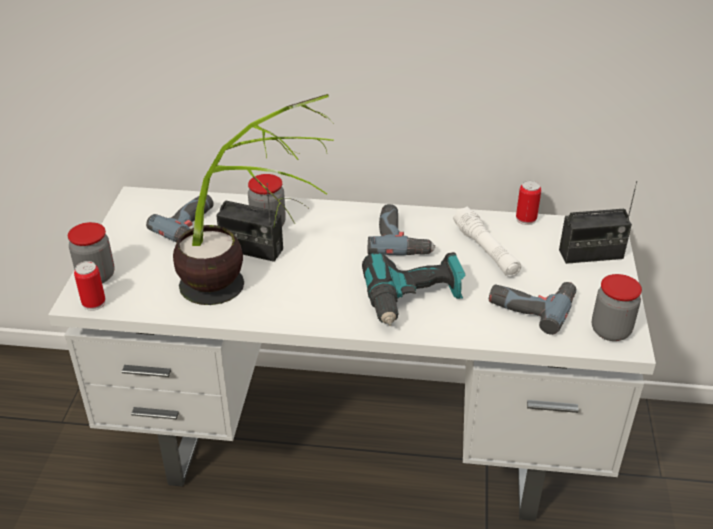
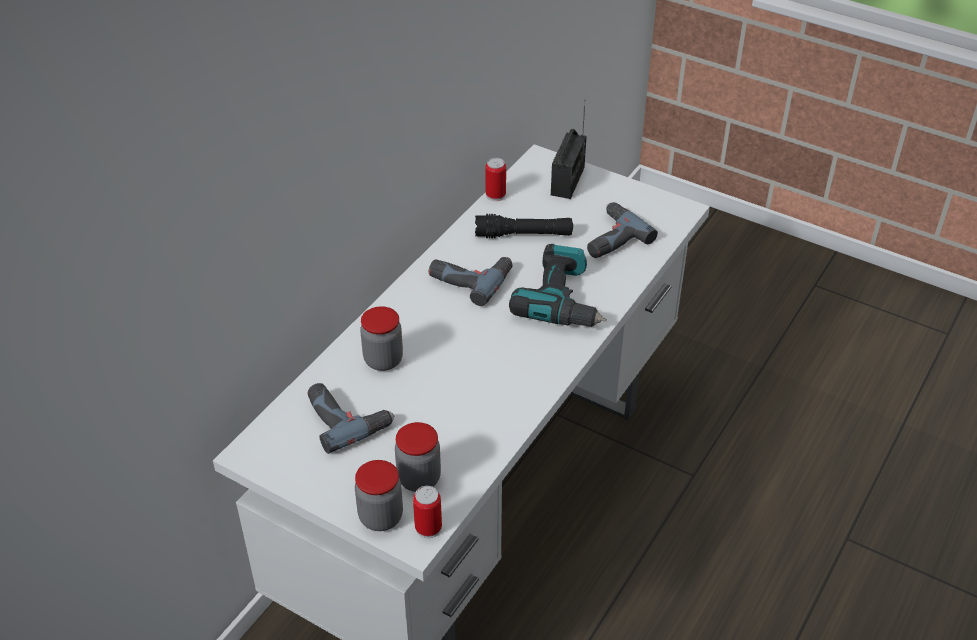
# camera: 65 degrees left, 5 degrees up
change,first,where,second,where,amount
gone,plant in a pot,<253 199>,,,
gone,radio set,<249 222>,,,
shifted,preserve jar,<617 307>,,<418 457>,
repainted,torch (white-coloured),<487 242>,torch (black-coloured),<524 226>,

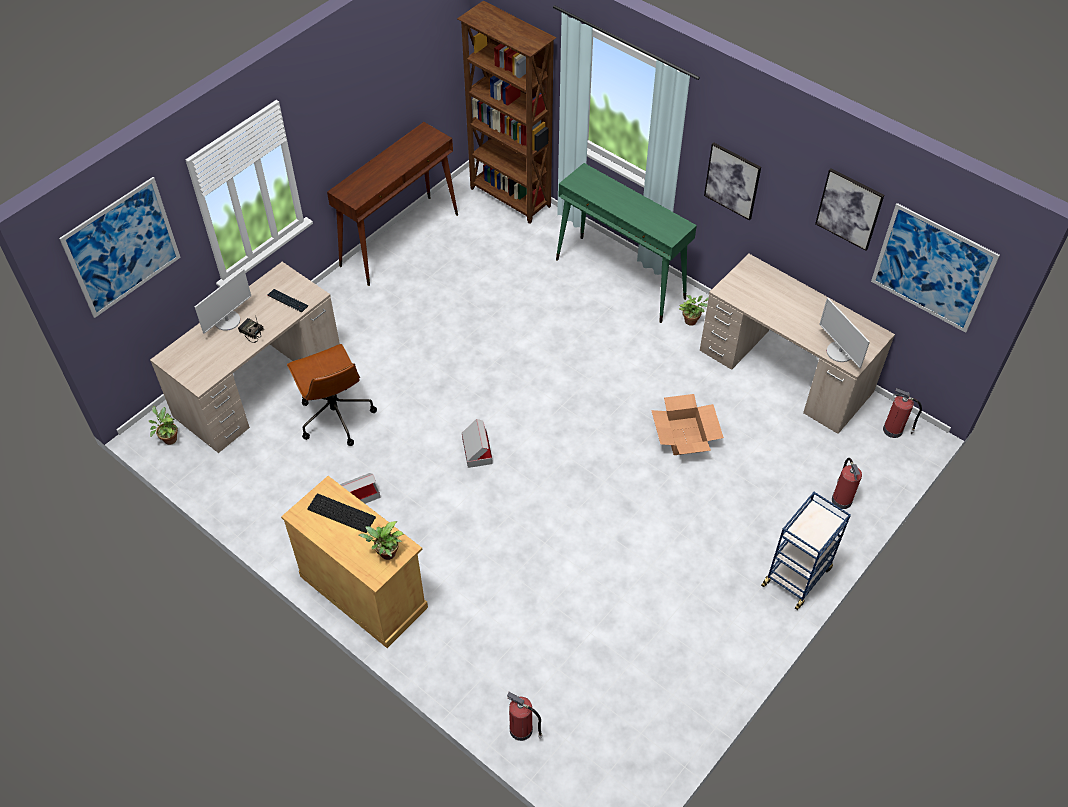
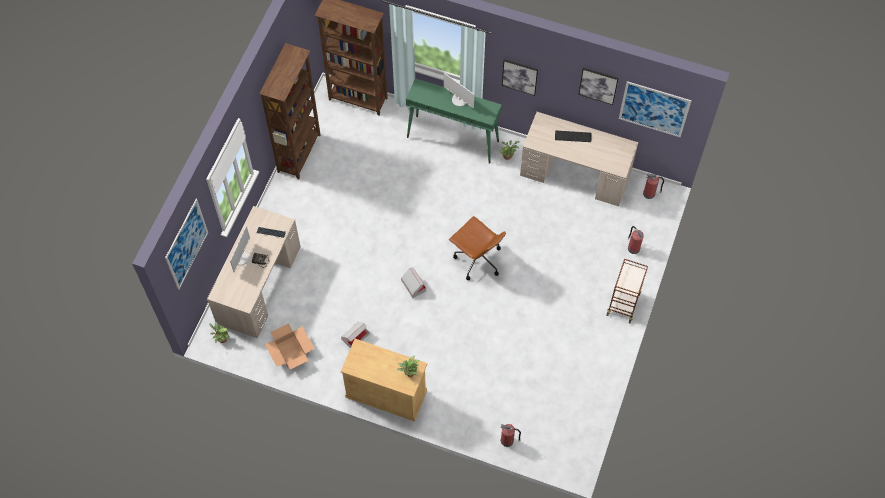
# camera: 20 degrees left, 10 degrees up
change,first,where,second,where,amount
shifted,office chair (brown),<332 395>,,<477 248>,
shifted,keyboard,<341 513>,,<573 136>,
shifted,cardboard box,<687 424>,,<290 346>,
shifted,monitor,<844 333>,,<459 90>,
swapped,narrow table (brown),<392 204>,bookcase (brown),<290 111>,
repainted,wheeled cart (blue),<806 551>,wheeled cart (brown),<627 291>,

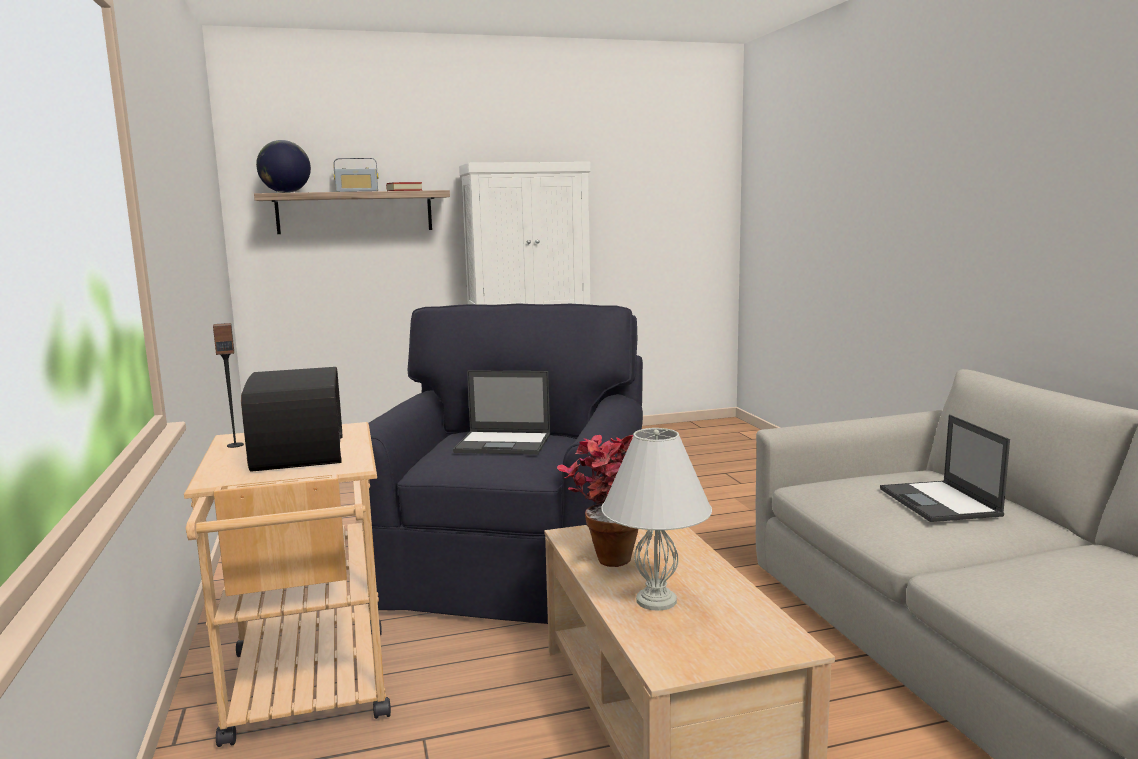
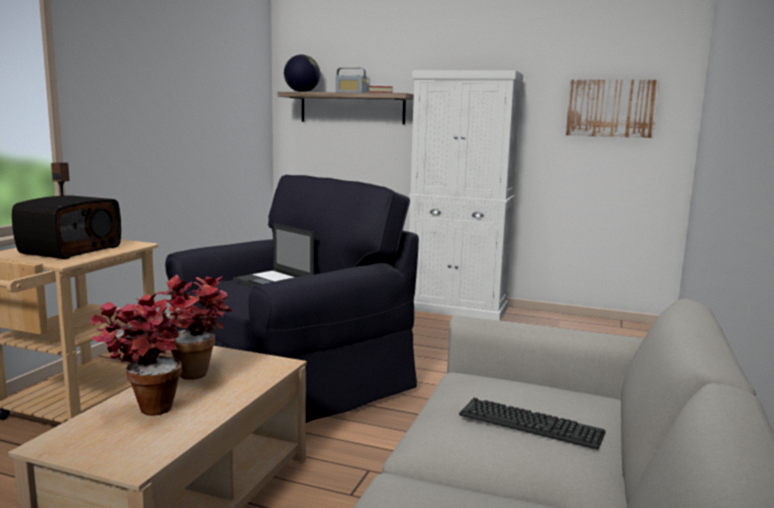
# camera: 35 degrees right, 0 degrees up
change,first,where,second,where,amount
new,,,wall art,<613 109>,
swapped,lamp for a table (white-coloured),<656 519>,plant in a pot,<144 355>,
swapped,notebook computer,<945 468>,keyboard,<532 424>,

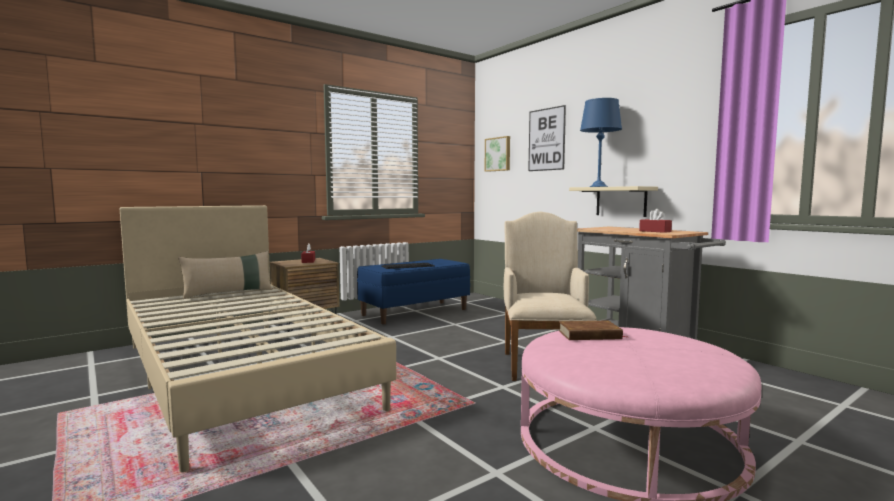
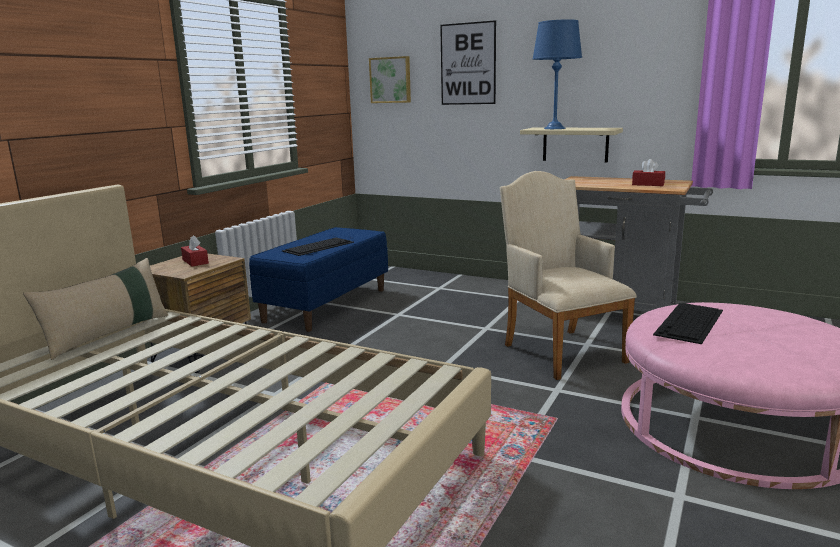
# camera: 25 degrees left, 10 degrees up
change,first,where,second,where,amount
swapped,book (brown),<593 330>,keyboard,<688 323>,

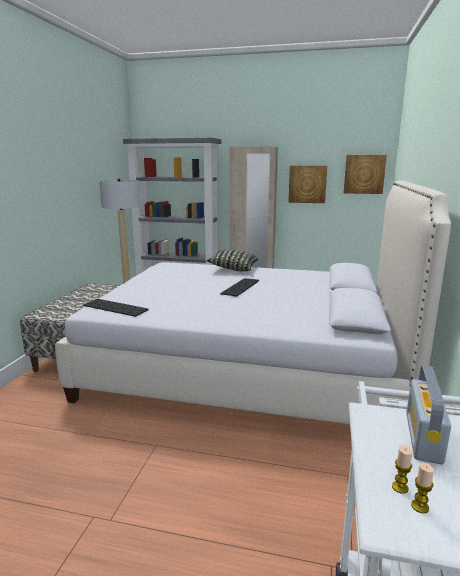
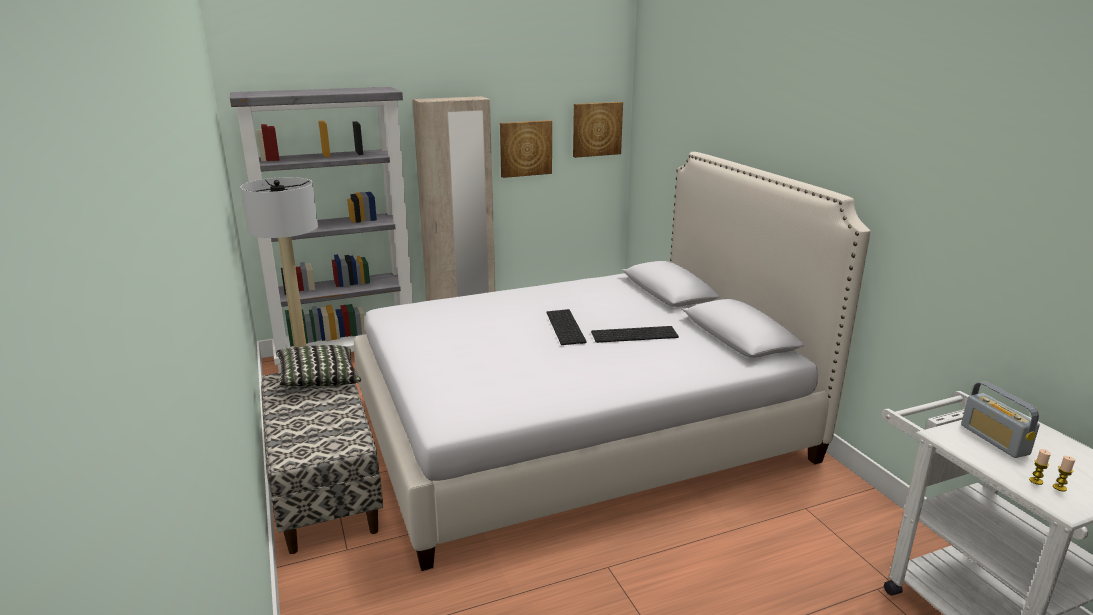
# camera: 35 degrees left, 5 degrees up
change,first,where,second,where,amount
shifted,keyboard,<116 308>,,<635 334>,
shifted,pillow,<232 260>,,<318 366>,

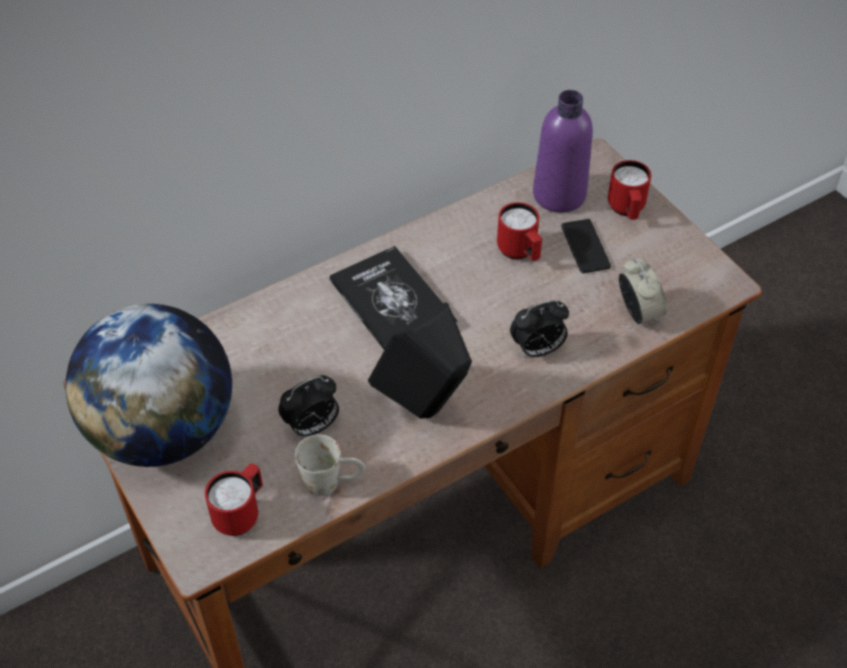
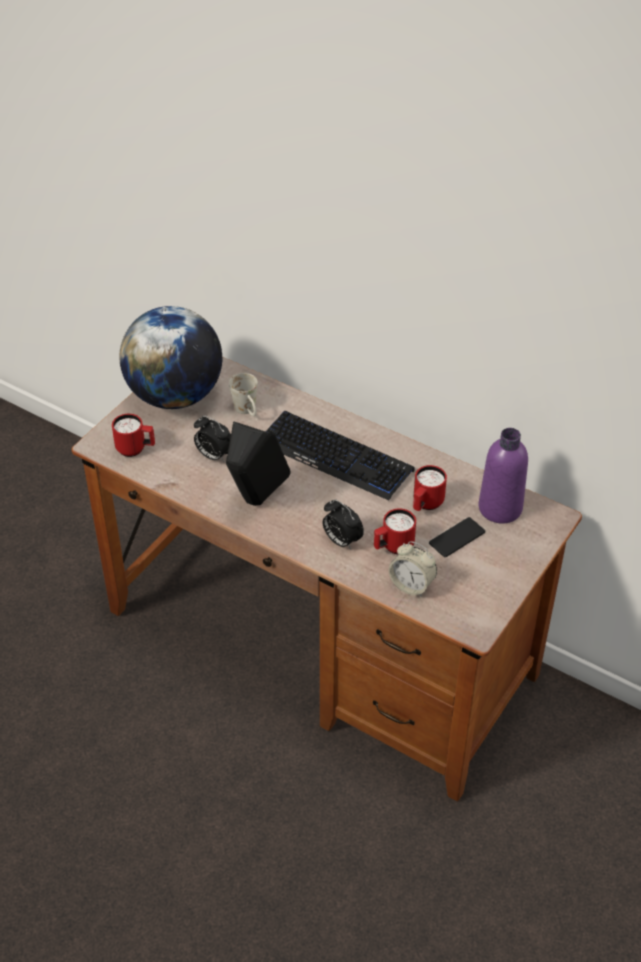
# camera: 65 degrees right, 5 degrees down
change,first,where,second,where,amount
shifted,tea mug (white-coloured),<330 465>,,<243 394>,
shifted,tea mug (red),<629 190>,,<395 531>,
swapped,book,<394 298>,keyboard,<340 455>,
rotated,bedside clock,<643 291>,,<413 569>,75 degrees clockwise

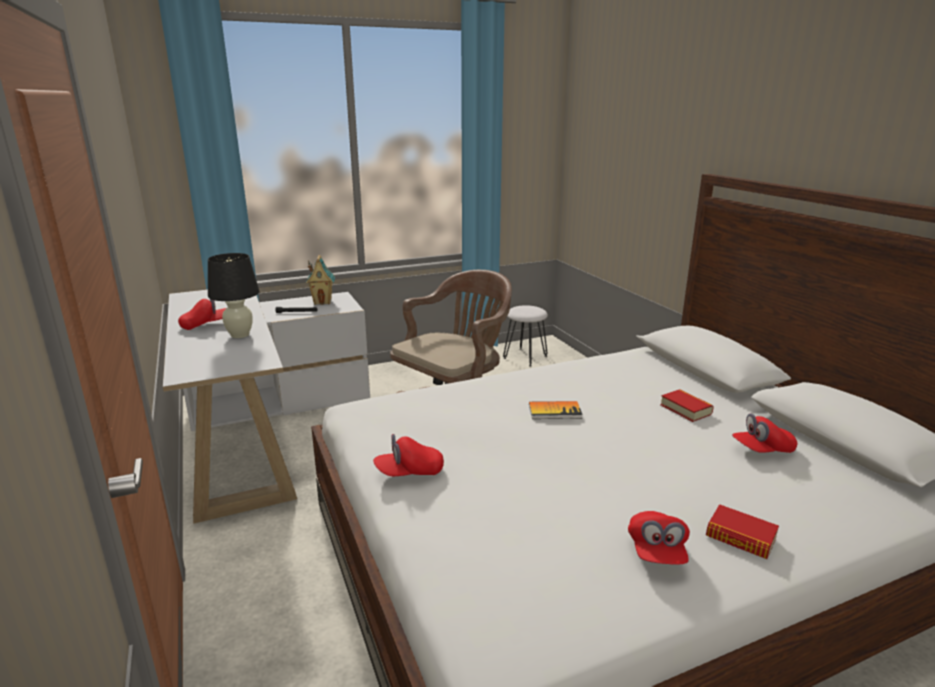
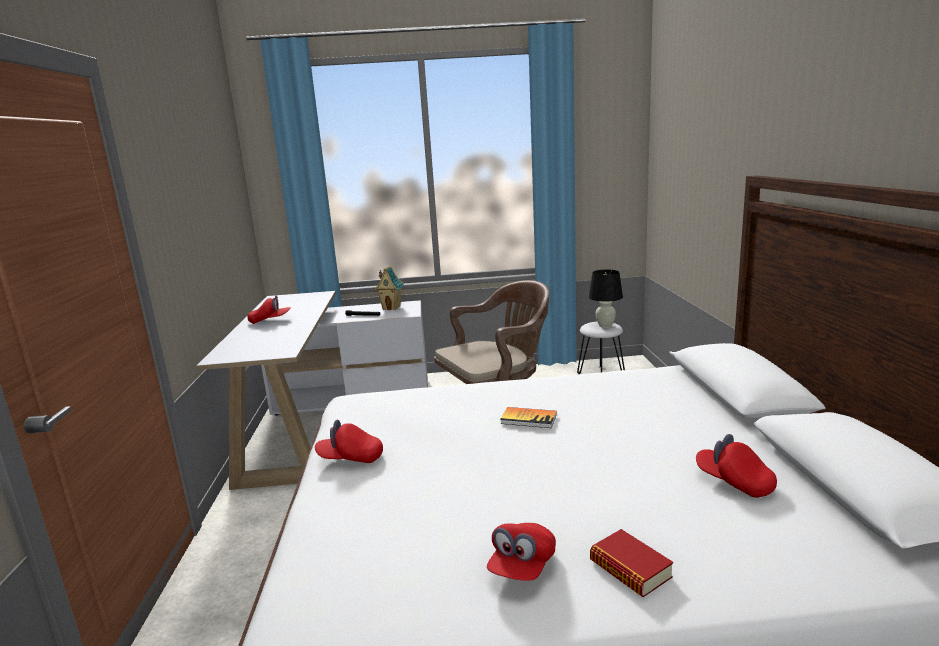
# camera: 20 degrees right, 5 degrees down
change,first,where,second,where,amount
gone,book,<687 405>,,,
shifted,lamp for a table (black-coloured),<234 295>,,<606 298>,
rotated,baseball cap (red),<765 433>,,<736 466>,45 degrees clockwise

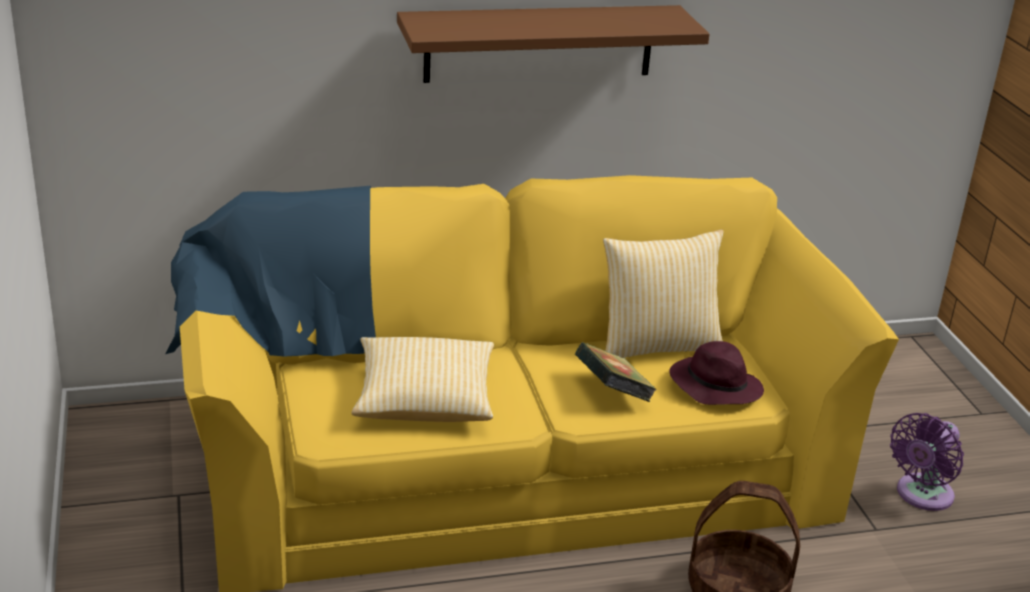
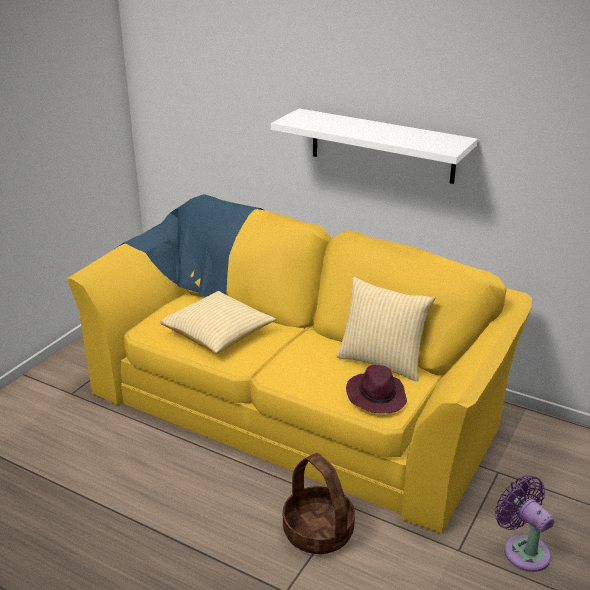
# camera: 45 degrees right, 0 degrees up
change,first,where,second,where,amount
gone,book,<616 372>,,,
repainted,shelf (brown),<553 44>,shelf (white-coloured),<374 146>,
rotated,fan (purple-coloured),<927 462>,,<524 523>,60 degrees clockwise

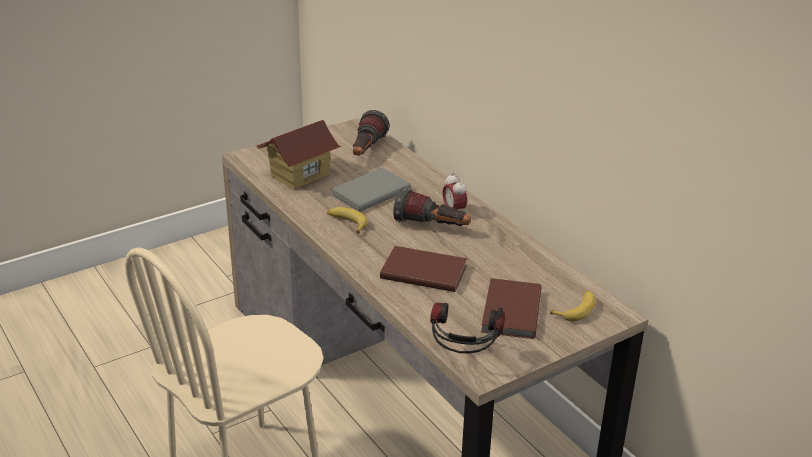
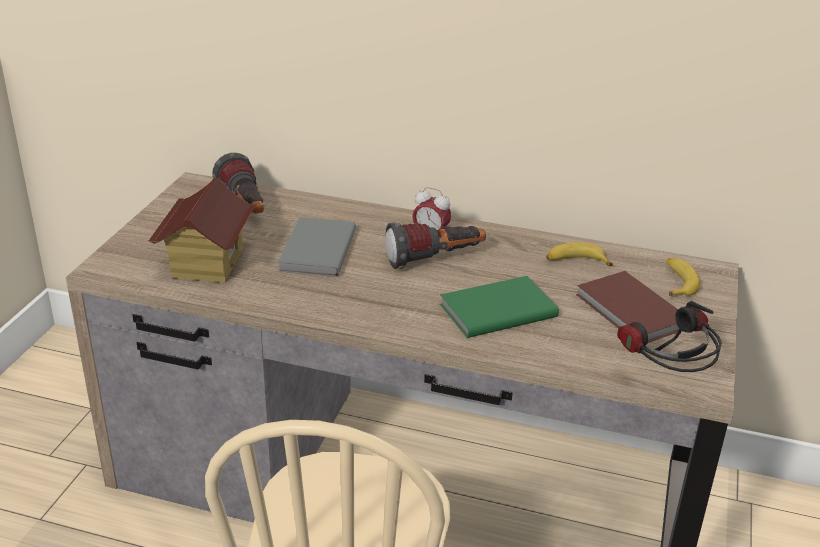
# camera: 40 degrees left, 0 degrees up
change,first,where,second,where,amount
shifted,banana fruit,<347 220>,,<579 254>,
repainted,book (brown),<423 269>,book (green-coloured),<499 307>,

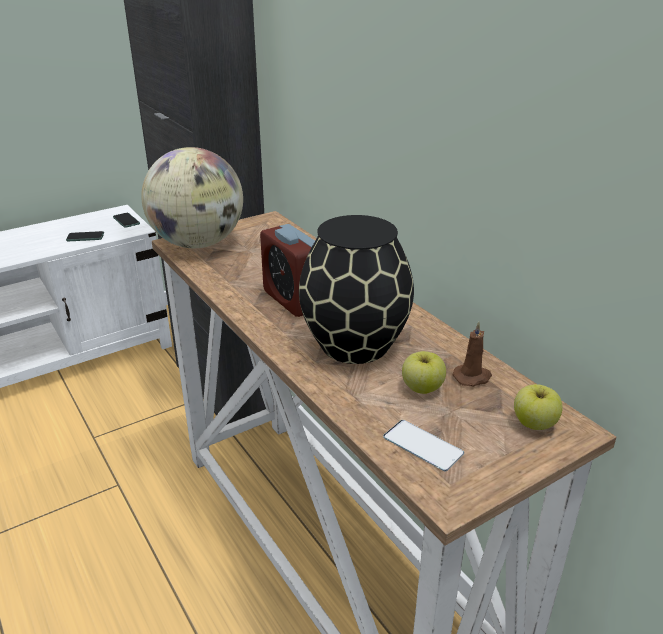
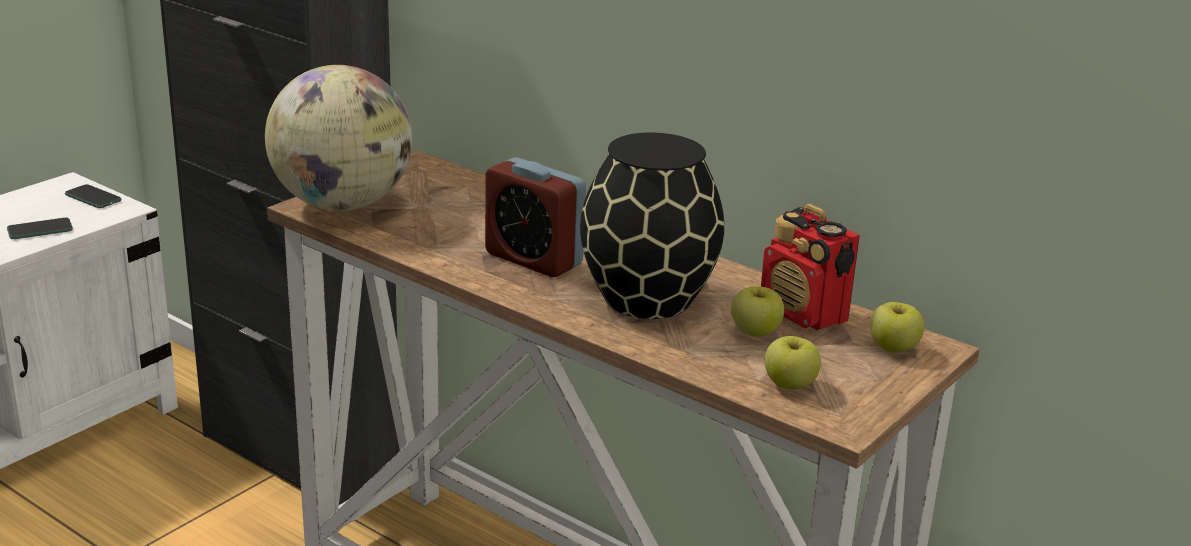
# camera: 20 degrees left, 5 degrees down
change,first,where,second,where,amount
swapped,handset,<423 445>,apple,<793 363>,
swapped,wax candle (brown),<472 354>,radio set,<810 267>,

